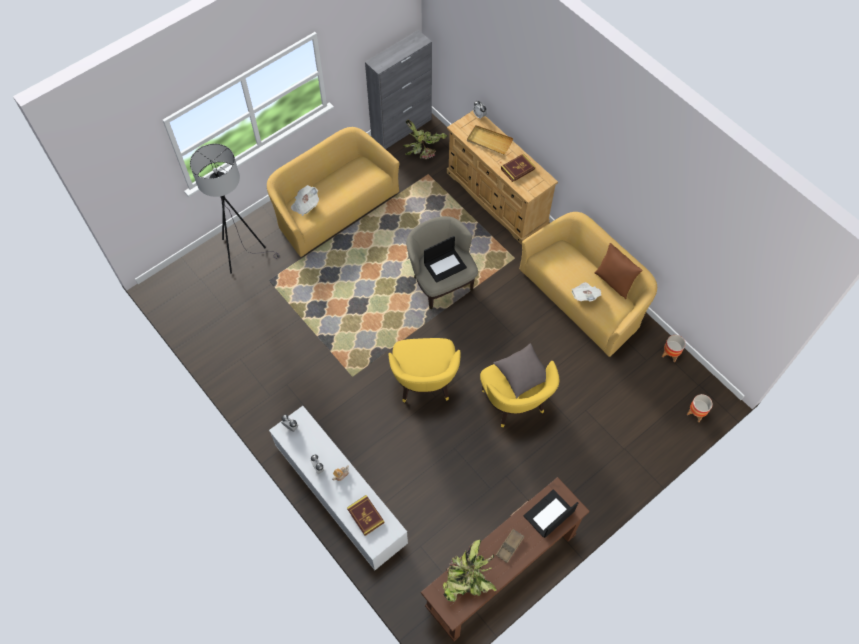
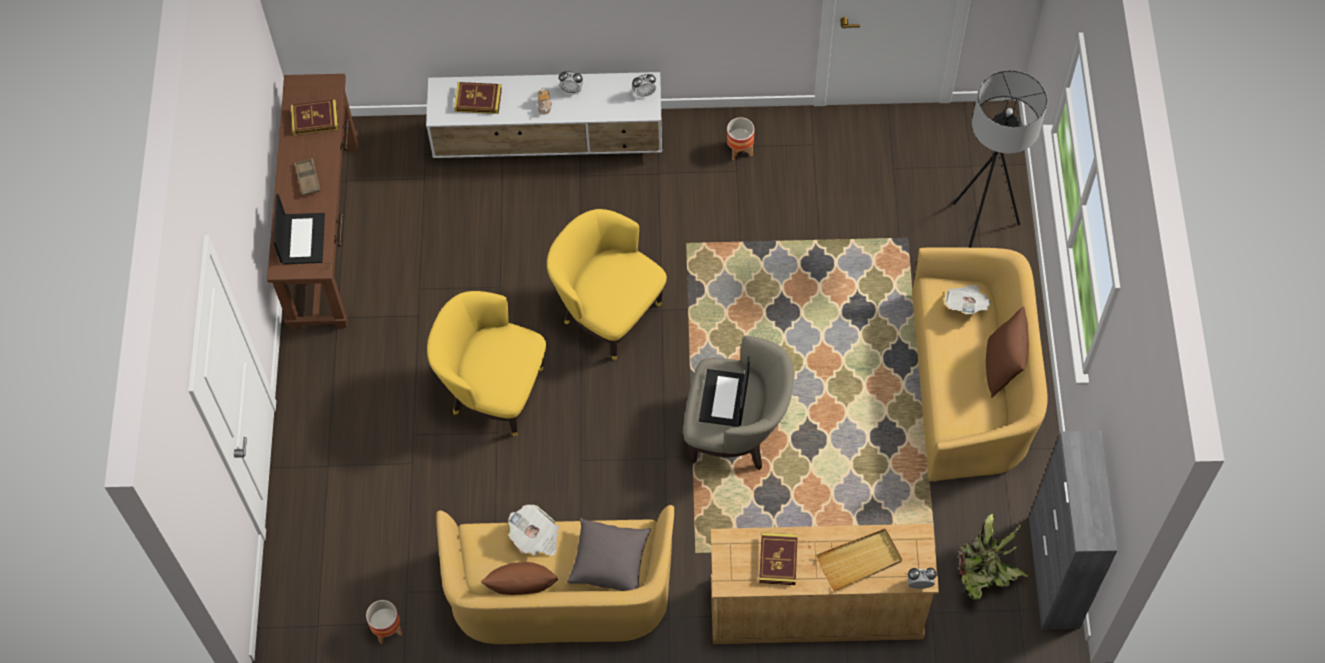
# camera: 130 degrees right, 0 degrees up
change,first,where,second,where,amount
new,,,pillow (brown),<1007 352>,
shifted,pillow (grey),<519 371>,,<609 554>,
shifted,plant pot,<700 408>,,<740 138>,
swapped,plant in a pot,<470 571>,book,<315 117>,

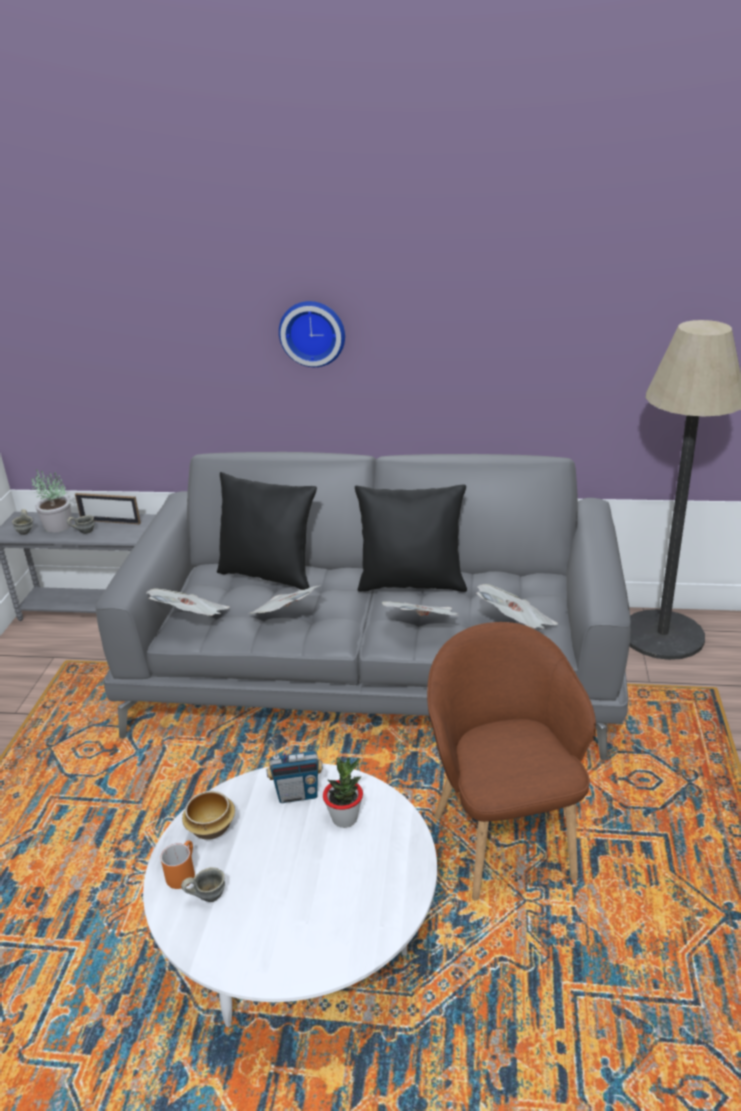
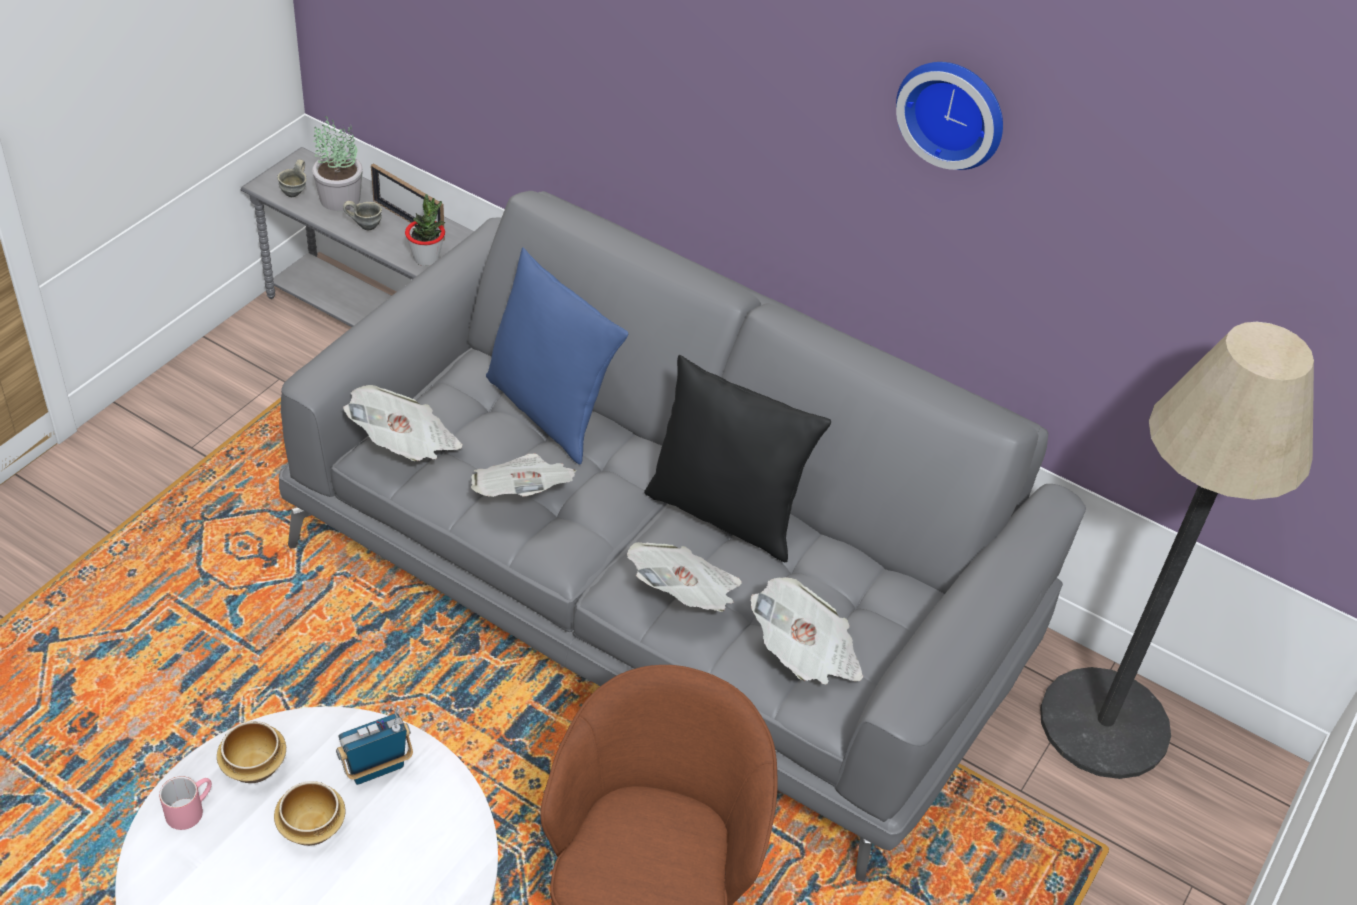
# camera: 20 degrees right, 15 degrees up
change,first,where,second,where,amount
gone,tea mug (grey),<203 884>,,,
new,,,deep dish,<309 813>,
shifted,clock on the wall,<312 334>,,<949 116>,
shifted,plant in a pot,<343 792>,,<425 230>,
repainted,tea mug (orangey),<178 864>,tea mug (pink-coloured),<185 803>,
repainted,pillow (black-coloured),<267 531>,pillow (blue),<557 356>,
rotated,radio set,<294 770>,,<374 745>,135 degrees clockwise

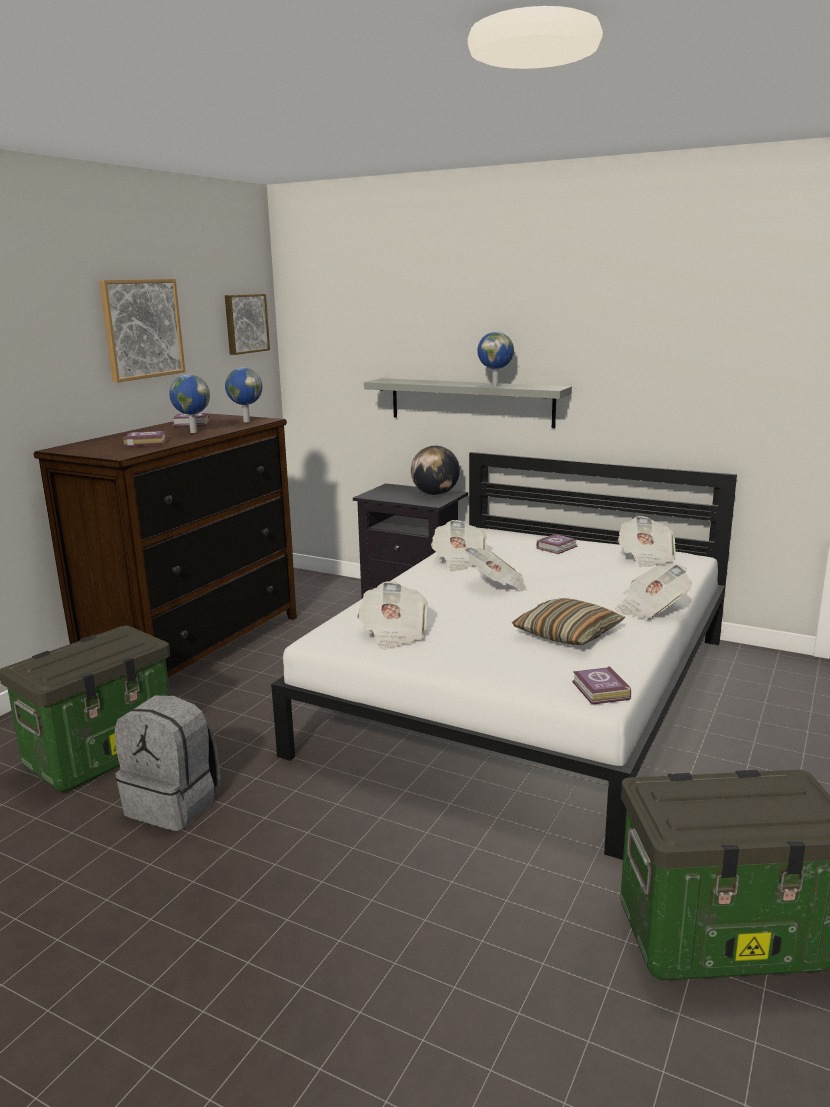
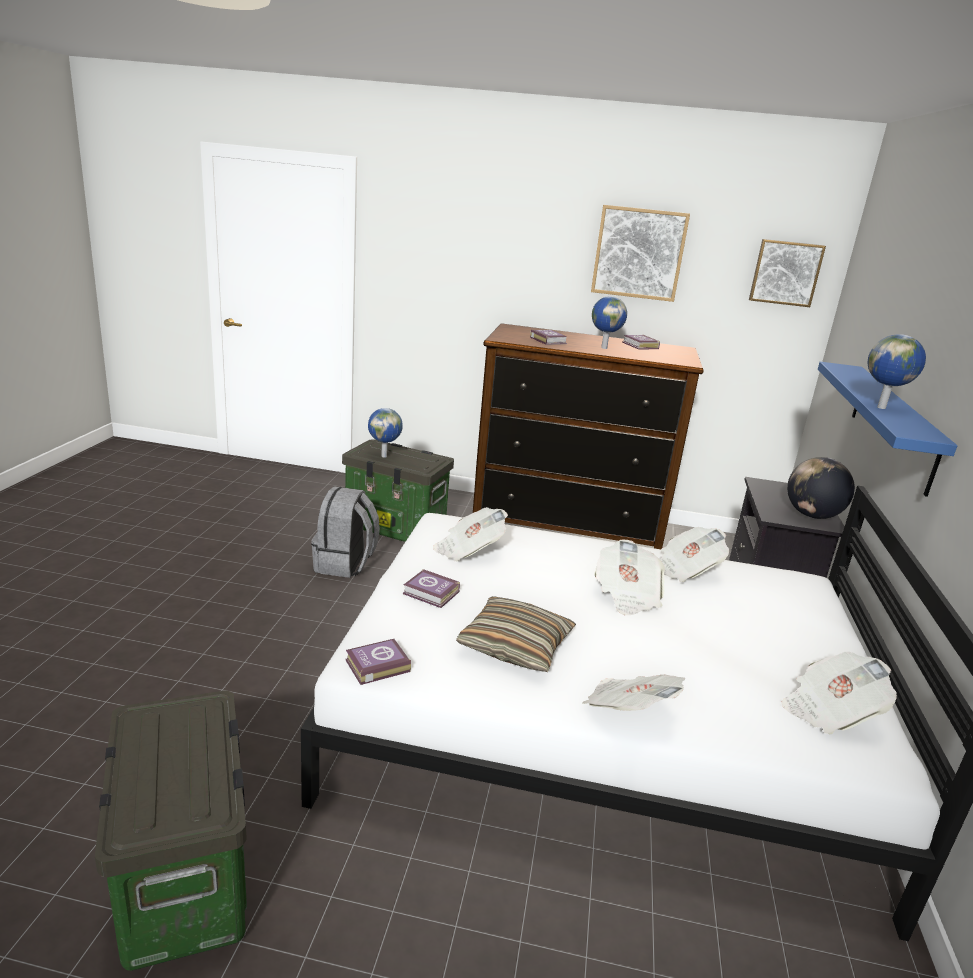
# camera: 70 degrees right, 5 degrees up
change,first,where,second,where,amount
shifted,desk globe,<243 394>,,<385 433>,
shifted,book,<557 544>,,<431 588>,
repainted,shelf (grey),<468 403>,shelf (blue),<887 429>,

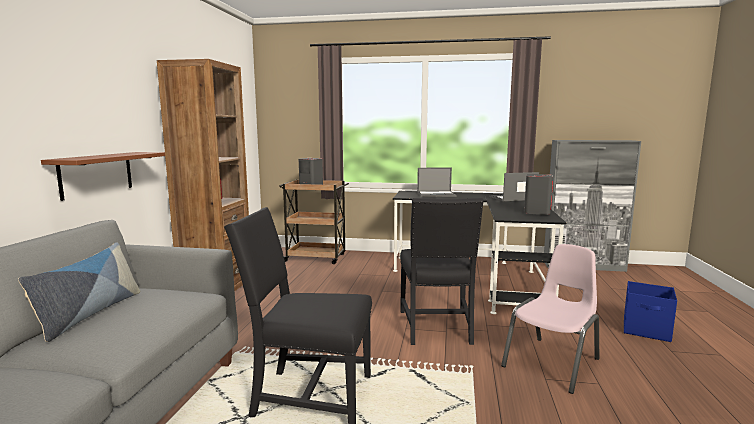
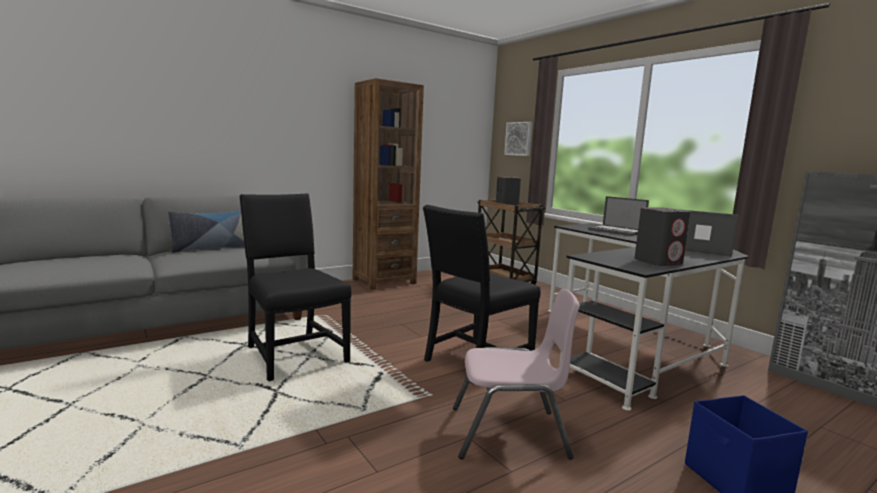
# camera: 45 degrees right, 0 degrees up
change,first,where,second,where,amount
gone,shelf (brown),<103 176>,,,
new,,,wall art,<518 139>,

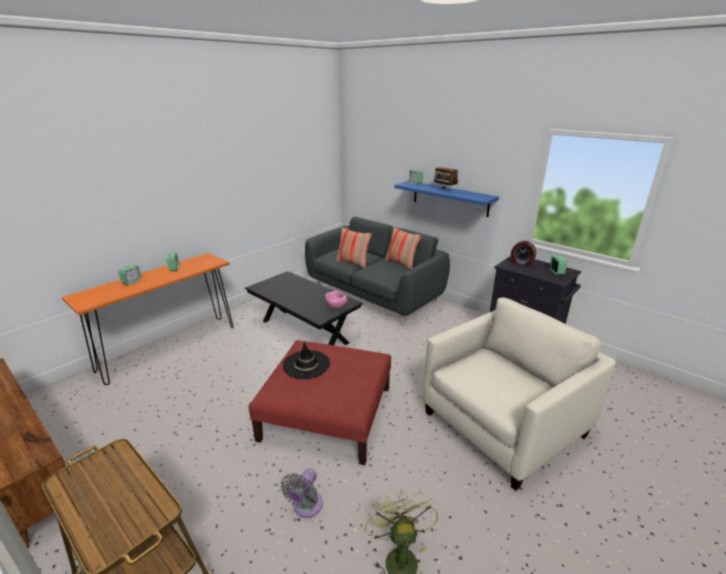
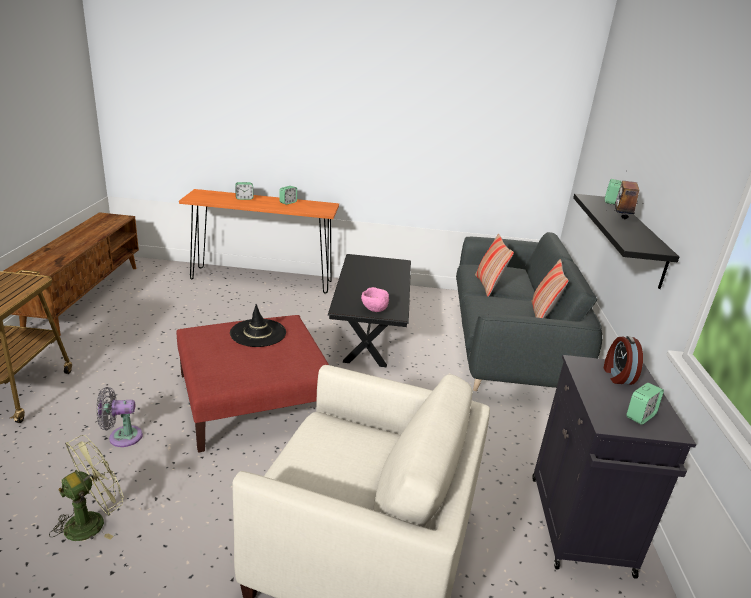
# camera: 50 degrees right, 0 degrees up
change,first,where,second,where,amount
repainted,shelf (blue),<446 199>,shelf (black-coloured),<626 241>,

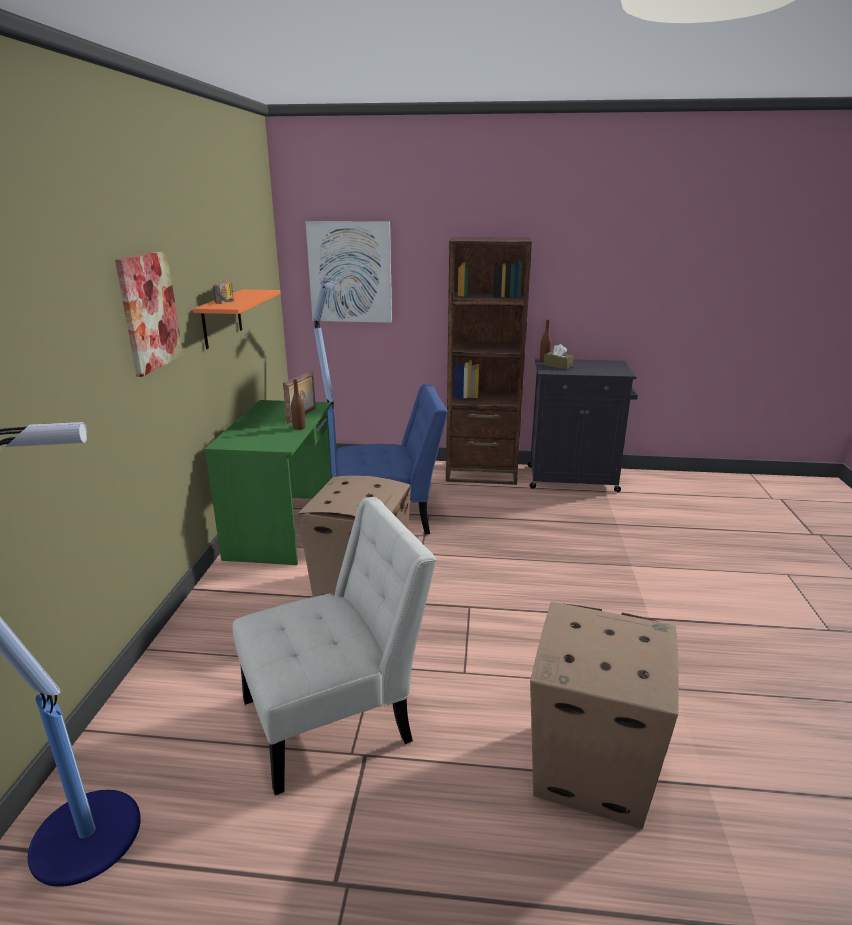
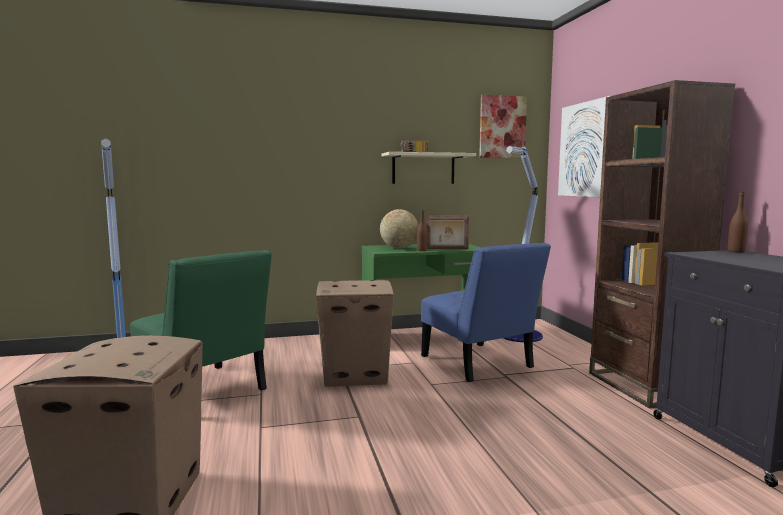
# camera: 70 degrees right, 15 degrees down
change,first,where,second,where,amount
gone,tissue box (brown),<558 356>,,,
new,,,desk globe,<399 229>,
shifted,wall art,<149 314>,,<503 126>,
repainted,shelf (orangey),<236 319>,shelf (beige),<428 168>,
repainted,upright chair (white-coloured),<334 646>,upright chair (green-coloured),<201 320>,

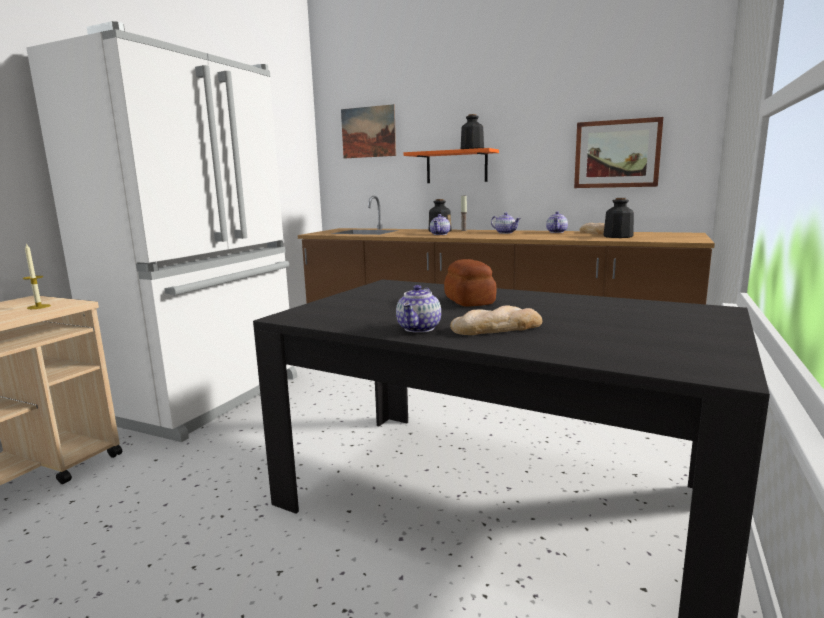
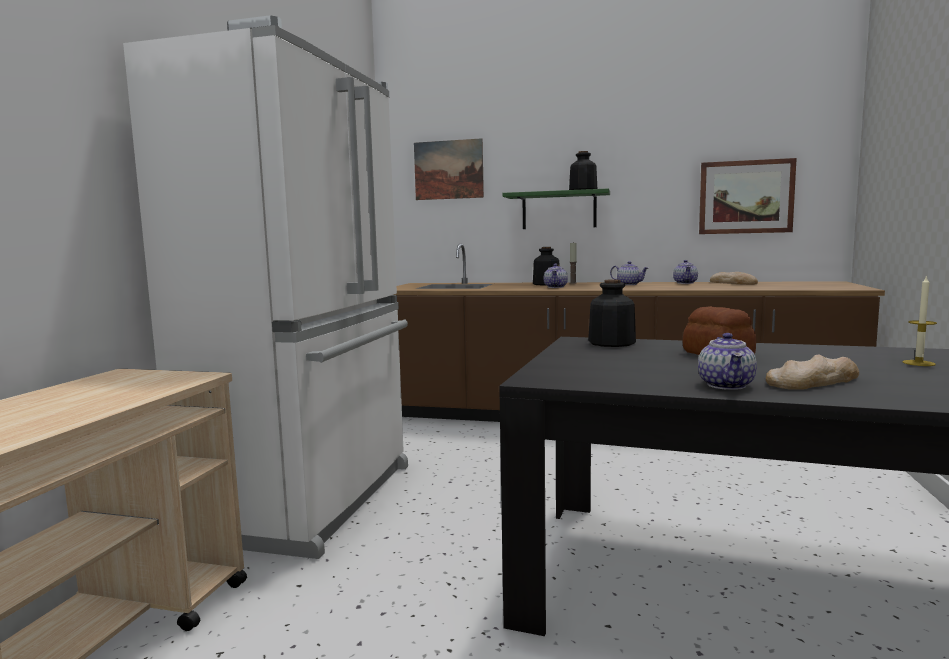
# camera: 10 degrees left, 5 degrees down
change,first,where,second,where,amount
shifted,wax candle,<37 276>,,<919 320>,
shifted,bottle,<618 218>,,<612 313>,
repainted,shelf (orangey),<451 165>,shelf (green-coloured),<556 209>,

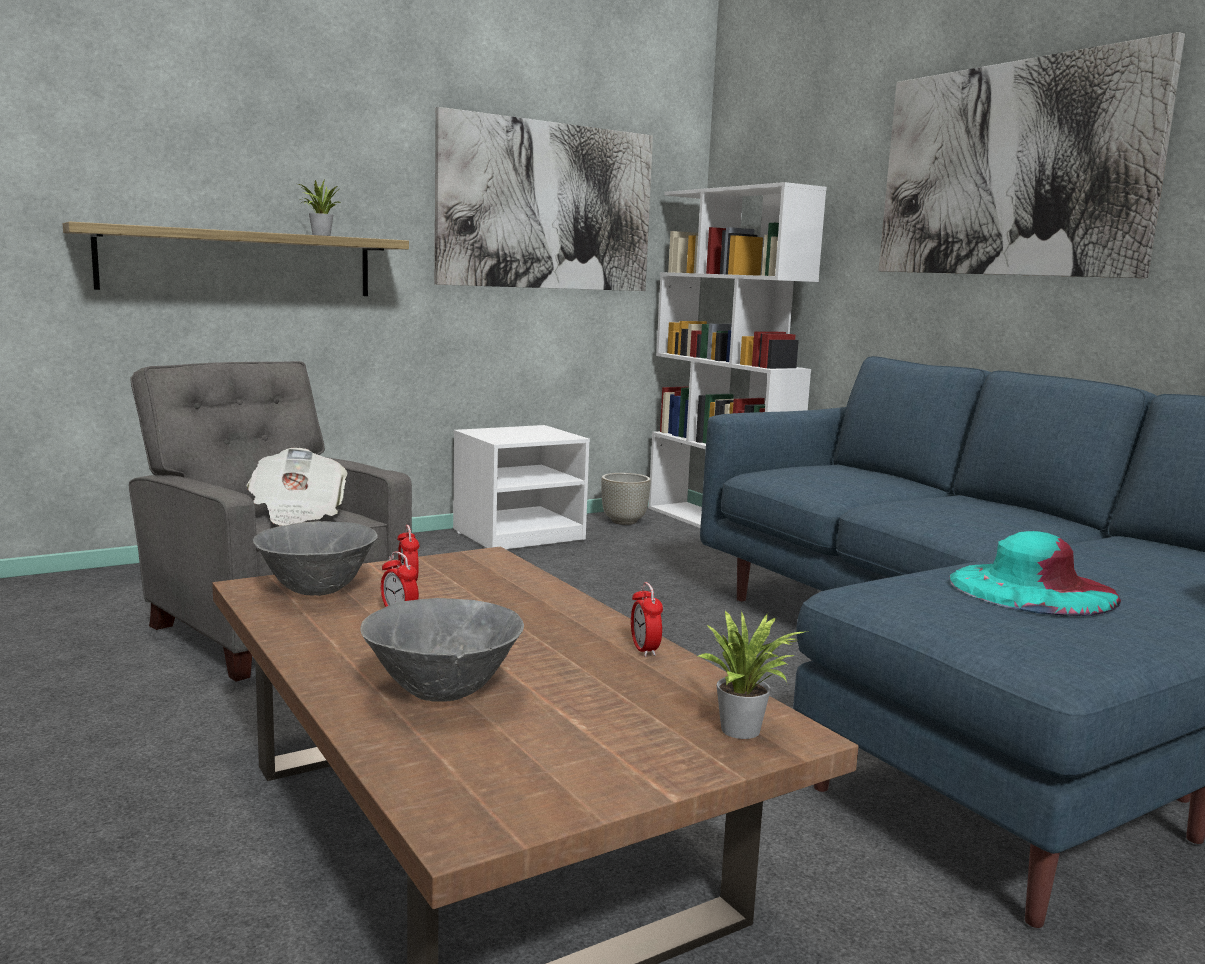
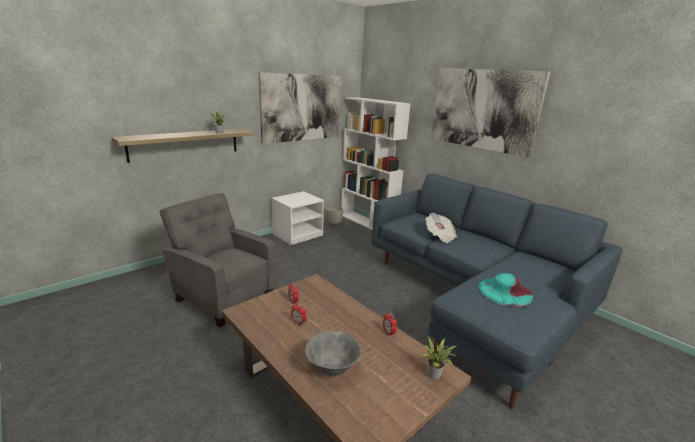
# camera: 10 degrees left, 10 degrees up
change,first,where,second,where,amount
gone,deep dish (grey),<315 558>,,,
shifted,daily paper,<297 487>,,<441 228>,

